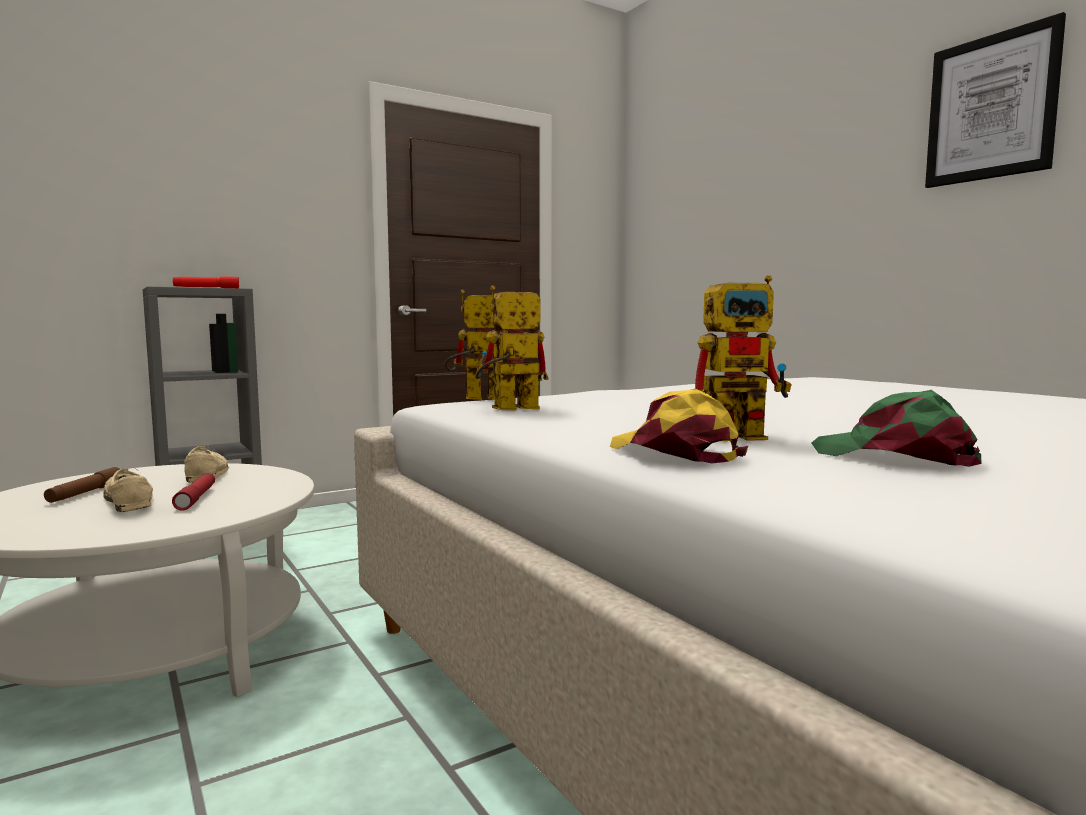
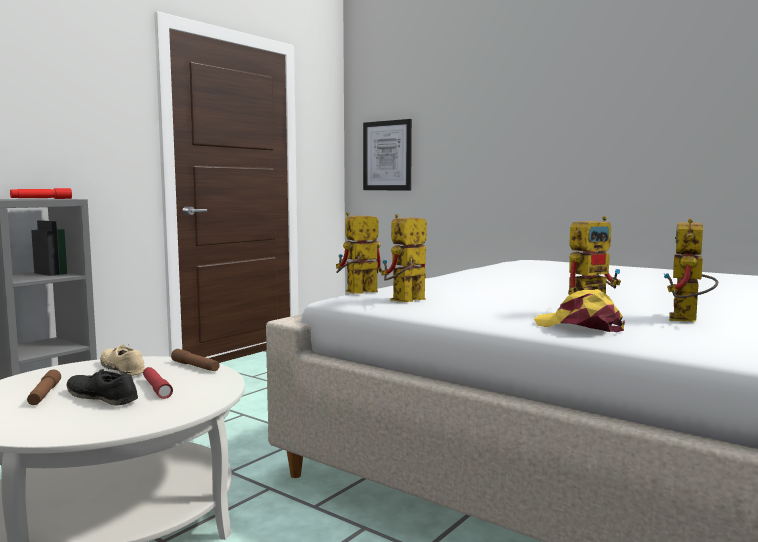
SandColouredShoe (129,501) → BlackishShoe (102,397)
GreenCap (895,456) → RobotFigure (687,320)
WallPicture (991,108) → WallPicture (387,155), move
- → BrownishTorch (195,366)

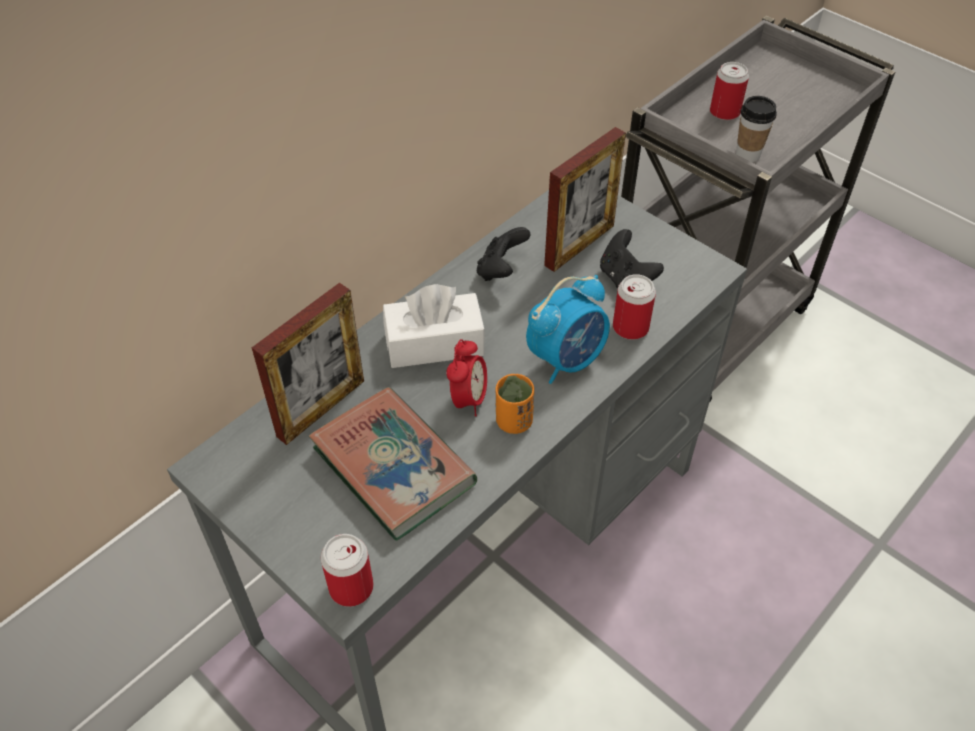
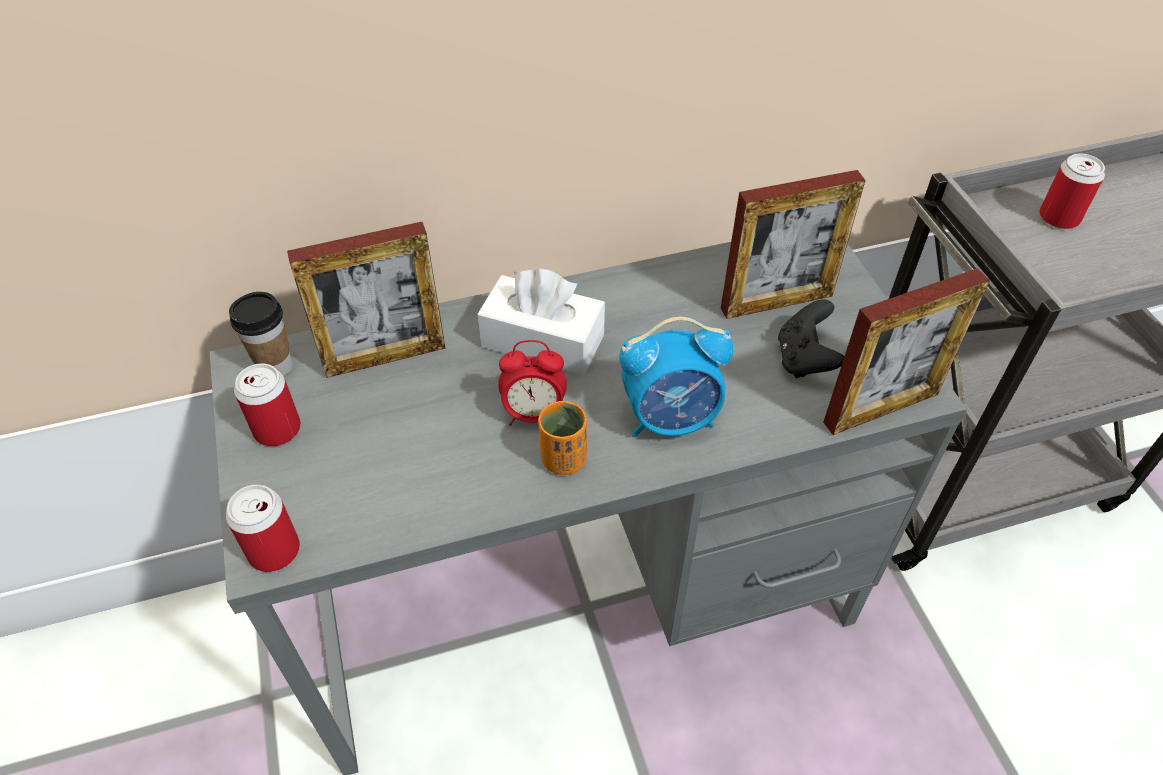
Volume (393,467) → -
AlarmClock (468,399) → AlarmClock (533,414), 45 degrees clockwise
BlackishJoypad (501,270) → -
Can (630,327) → Can (277,429), move
Cup (747,155) → Cup (275,366), move
- → PhotoFrame (881,408)

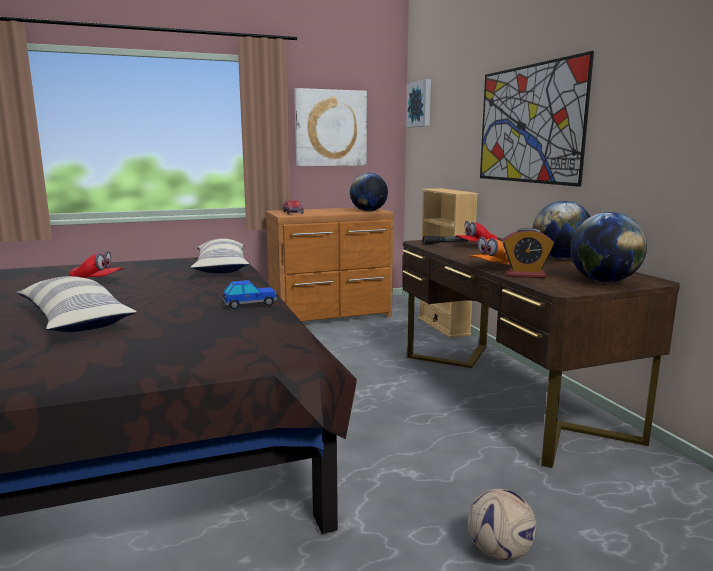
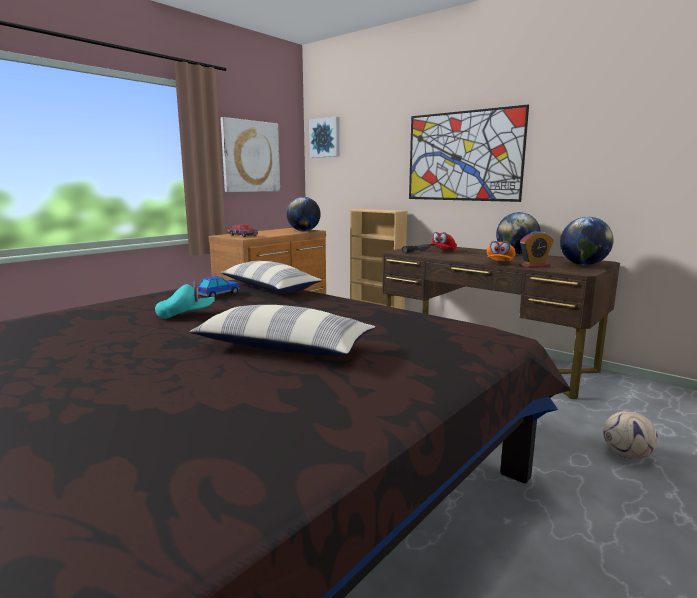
RedColouredCap (97,281) → TurquoiseCap (186,315)
MiniatureCar (249,304) → MiniatureCar (219,295), move

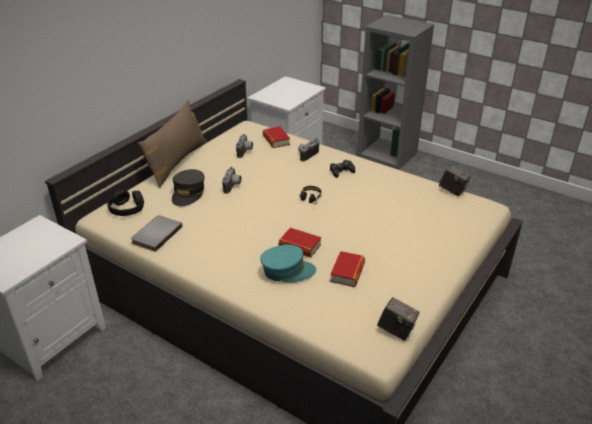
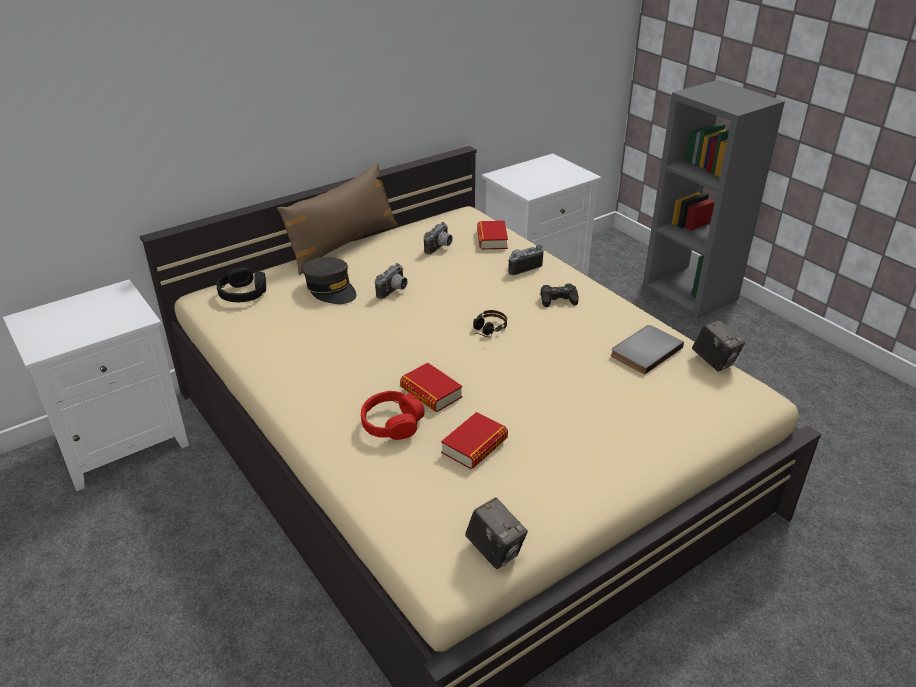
GreyishVolume (155,234) → GreyishVolume (644,350), move
GreyishCap (188,193) → GreyishCap (331,289), 75 degrees counterclockwise
TurquoiseCap (287,271) → RedColouredPairOfHeadphones (392,423)

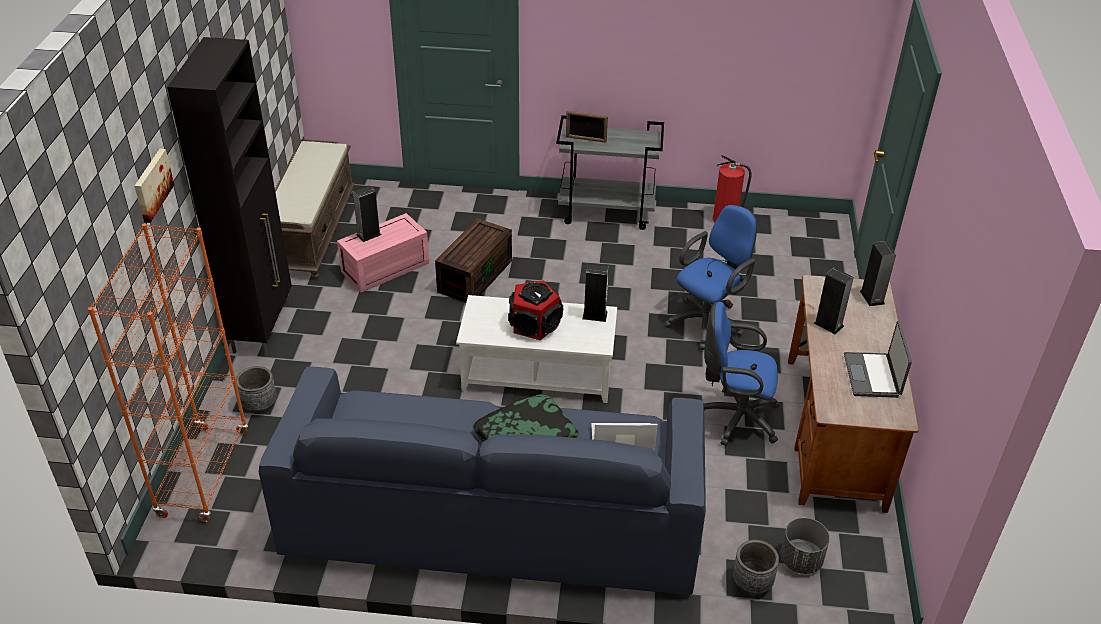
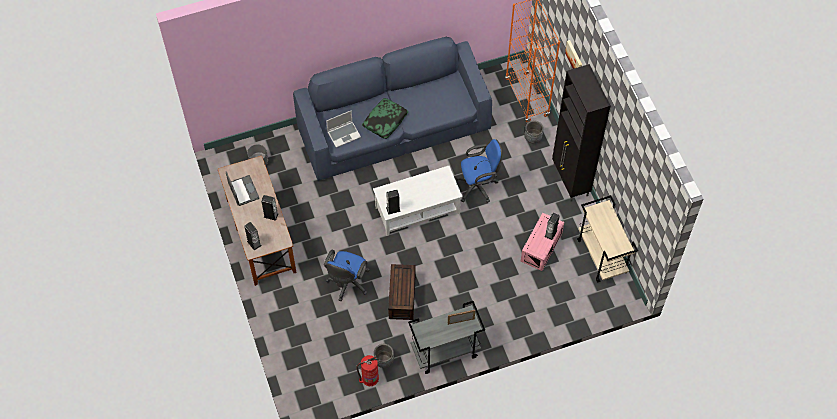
BrownishLongSeat (312,231) → SandColouredTrolley (602,256)
BrownishStorageBin (474,275) → BrownishStorageBin (403,298), move
AudioSpeaker (534,324) → -
BlueComputerChair (734,418) → BlueComputerChair (478,186), move
GreyishPlantPot (751,583) → GreyishPlantPot (384,360), move

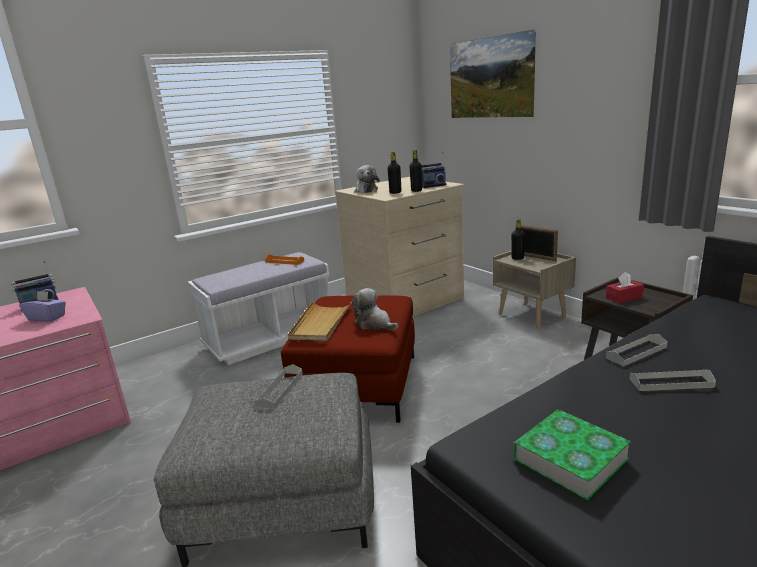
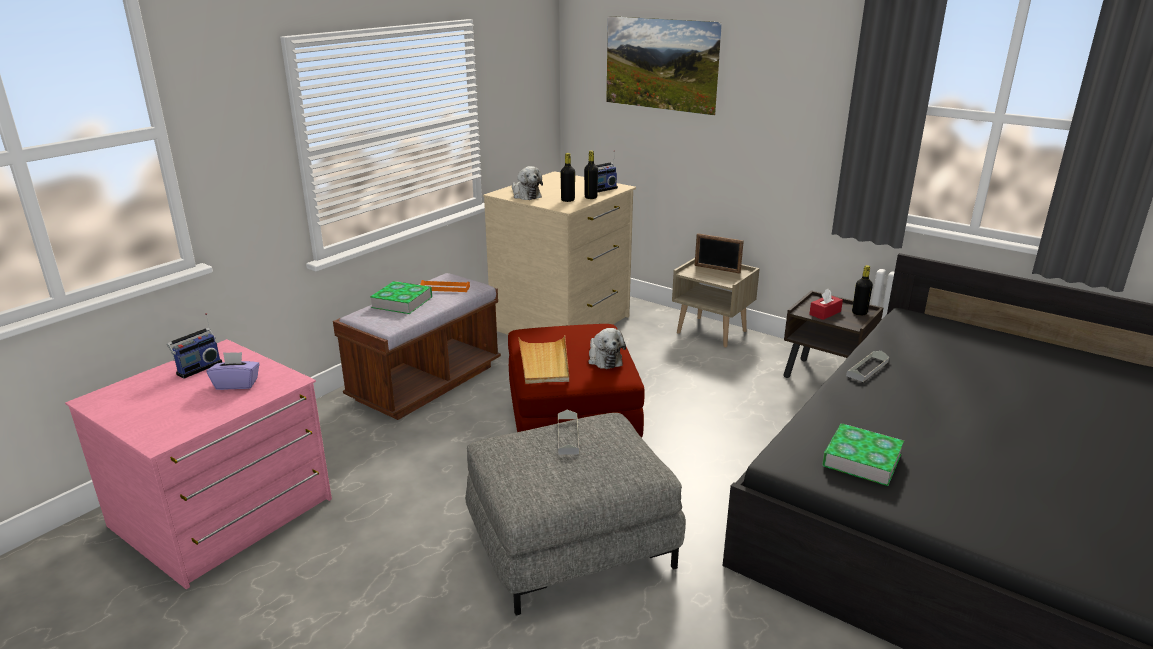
WhiteLongSeat (269,338) → BrownishLongSeat (426,383)
SoftToy (374,324) → SoftToy (604,359), 135 degrees counterclockwise
BlackishBeverageBottle (517,258) → BlackishBeverageBottle (859,313), move
GreyishCarryingTray (671,383) → -
- → Volume (402,302)

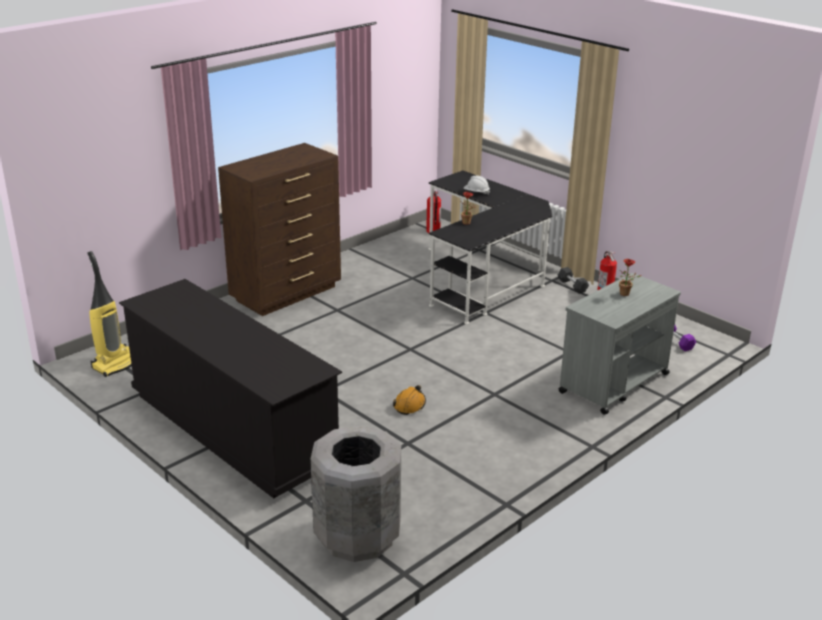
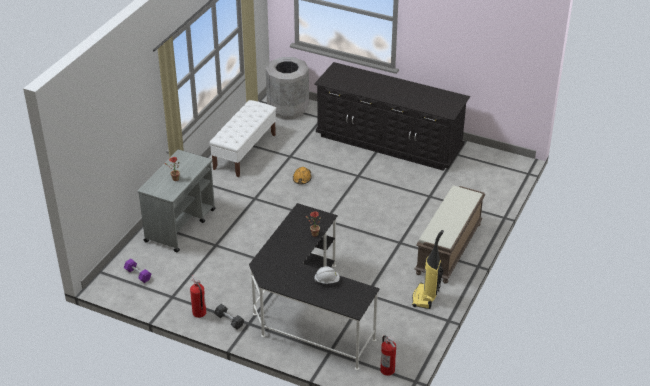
Hoover (116,364) → Hoover (425,298), move
BrownishDresser (287,294) → BrownishLongSeat (449,249)
- → WhiteLongSeat (245,151)

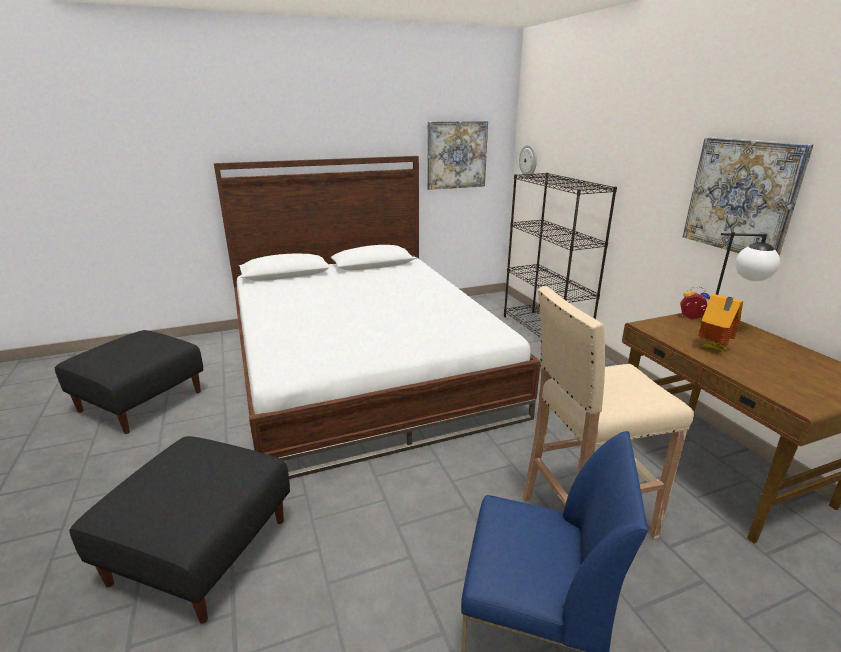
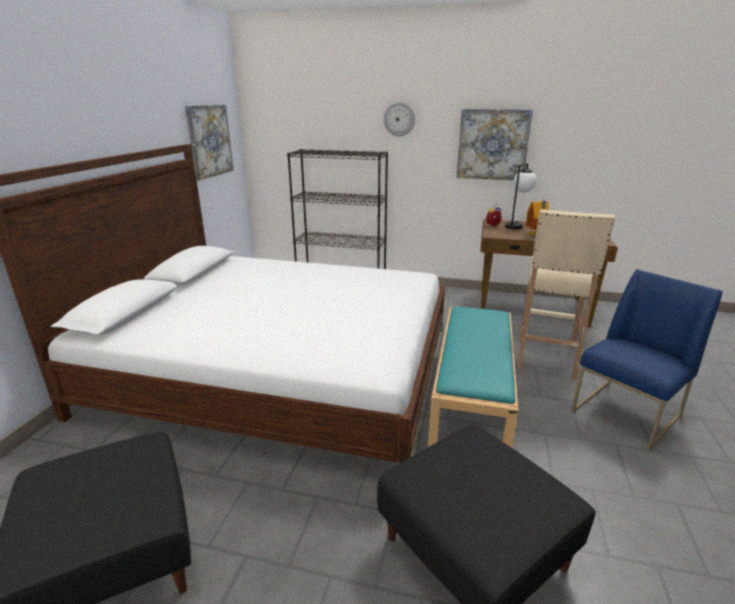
WallClock (528,160) → WallClock (399,119), move
- → TurquoiseLongSeat (471,396)

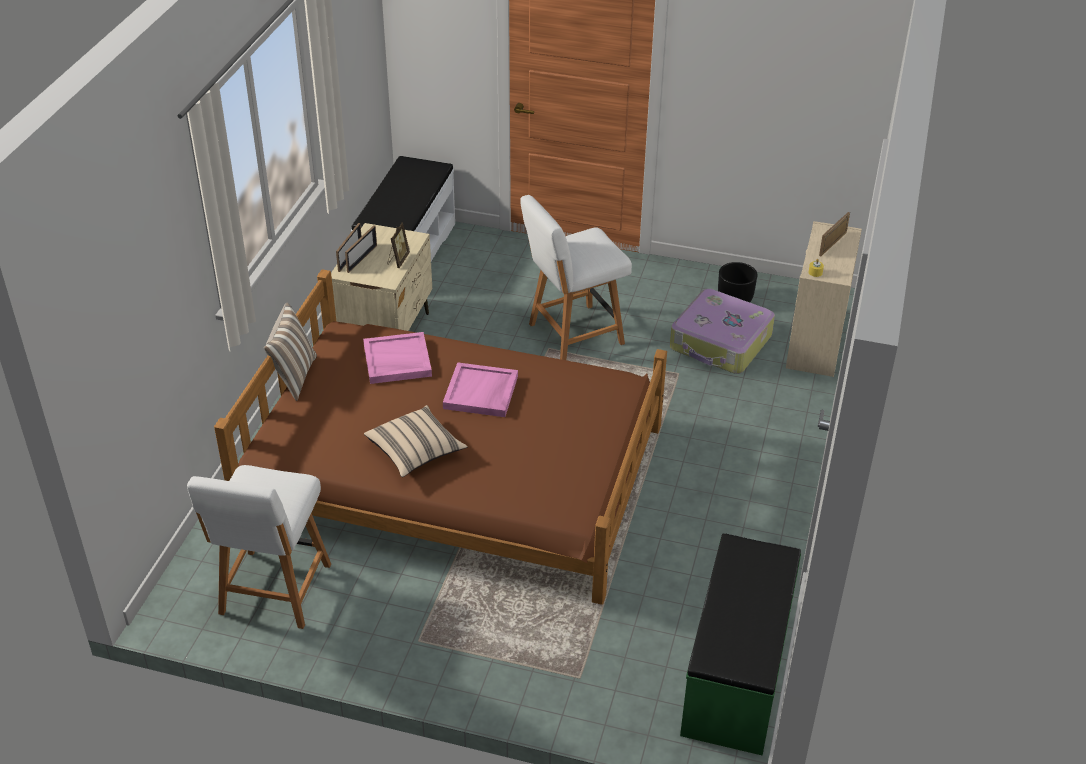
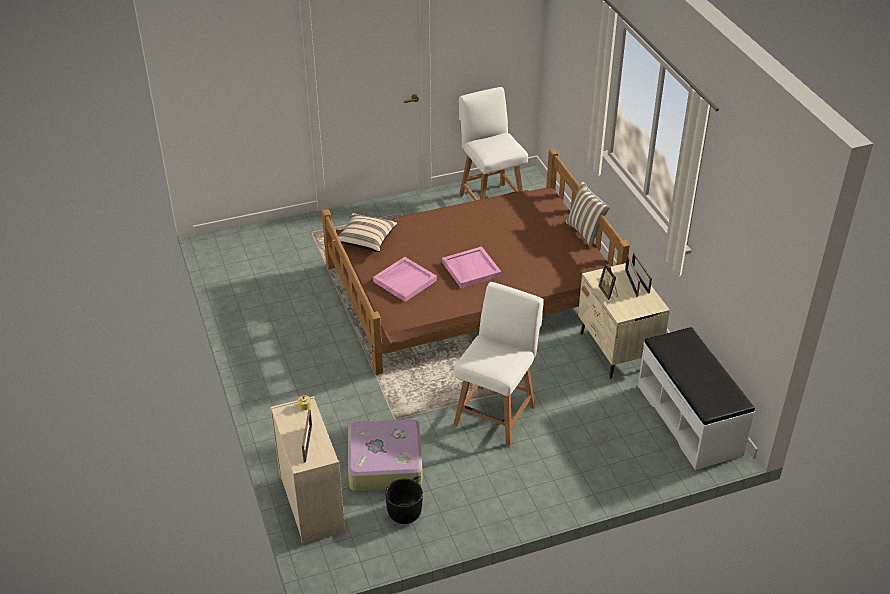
PinkColouredCarryingTray (396,361) → PinkColouredCarryingTray (405,280), move
SandColouredCushion (415,452) → SandColouredCushion (366,240), move
GreenLongSeat (738,672) → -

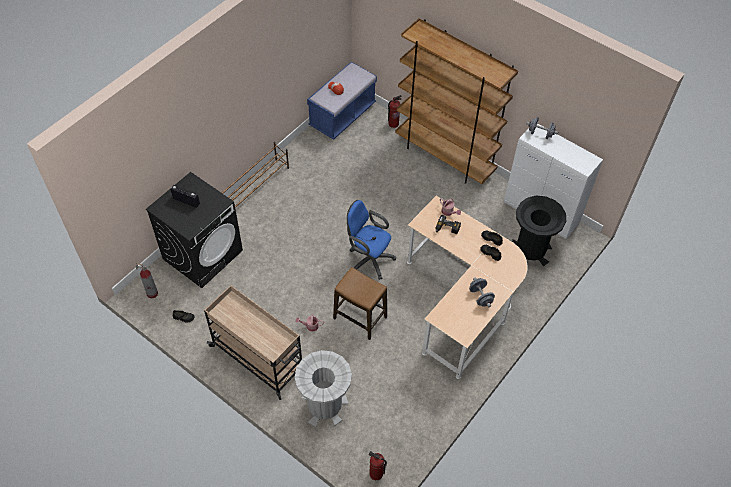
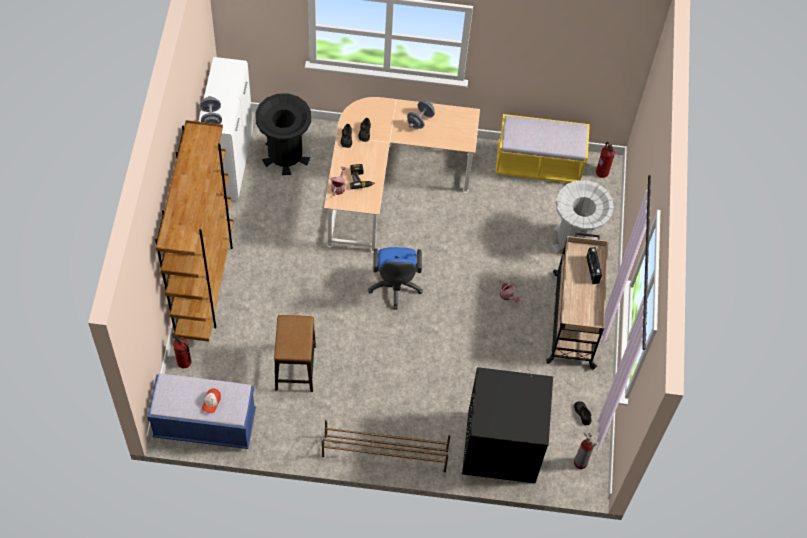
RadioReceiver (186,201) → RadioReceiver (592,270), move
SittingStool (360,318) → SittingStool (295,367), move
- → YellowishLongSeat (538,164)

